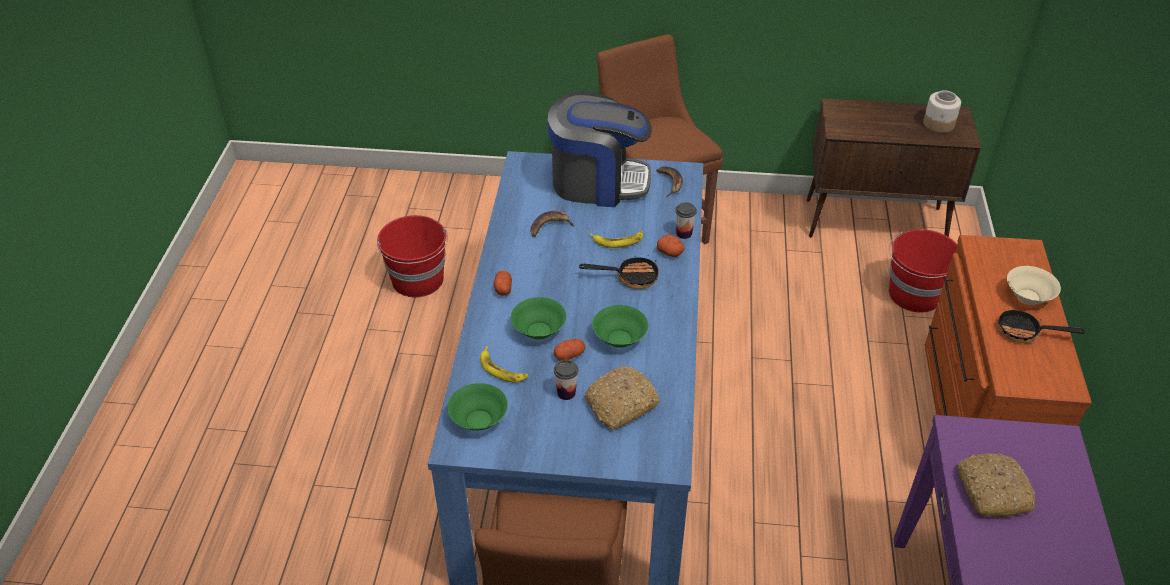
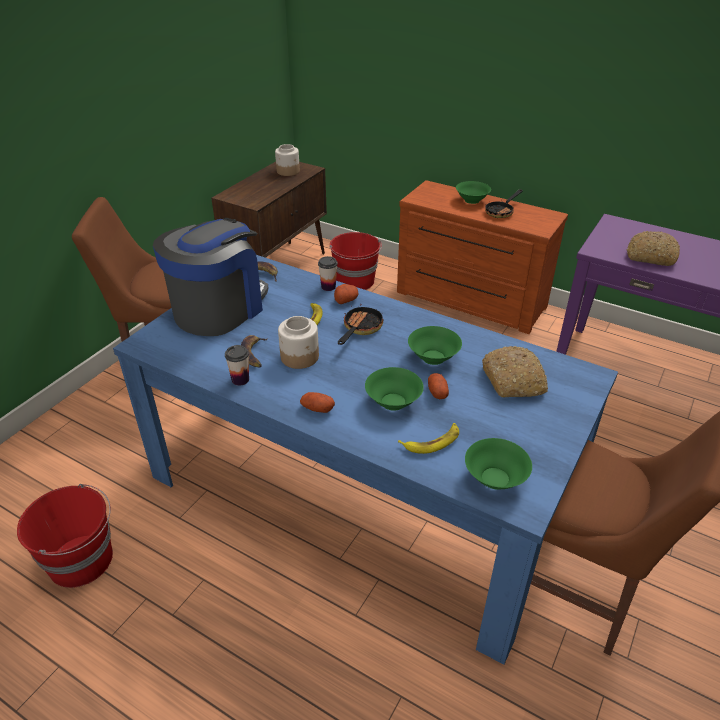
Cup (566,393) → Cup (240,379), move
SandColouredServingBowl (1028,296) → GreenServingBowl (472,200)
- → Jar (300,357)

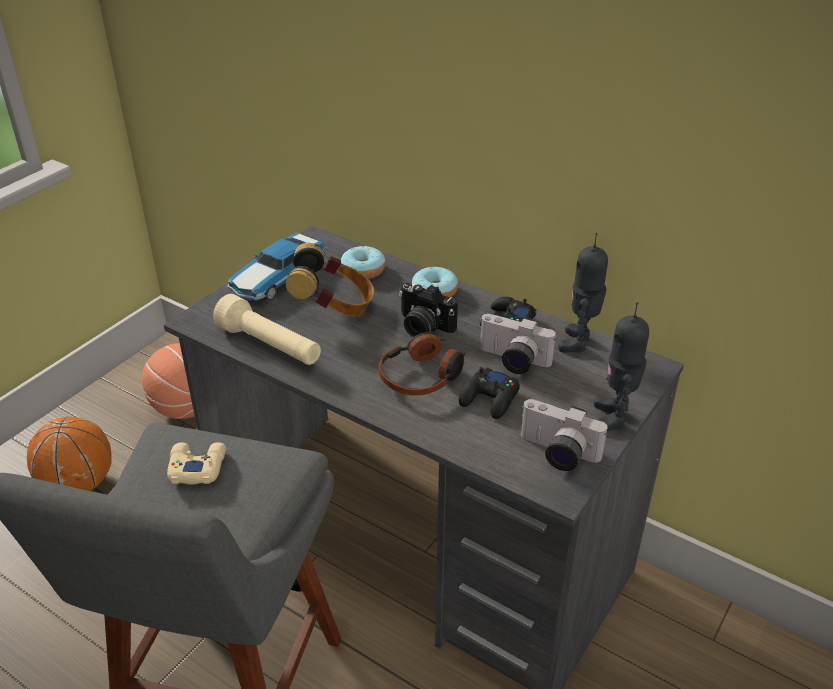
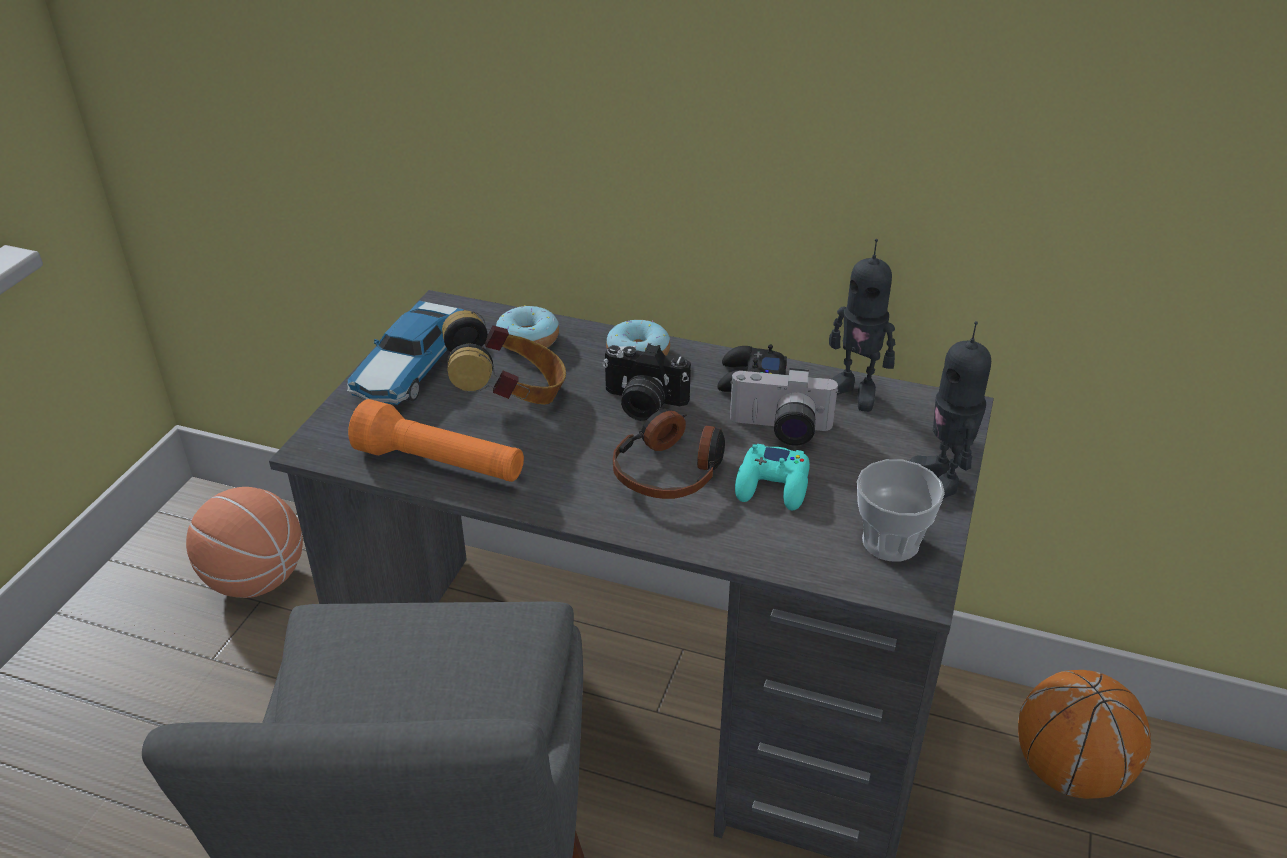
BallForBasketball (78,484) → BallForBasketball (1068,771), move
SandColouredJoypad (197,467) → -
SandColouredTorch (270,346) → OrangeTorch (440,465)
BlackishJoypad (489,399) → TurquoiseJoypad (773,485)
PhotoCamera (556,454) → Cup (890,542)
RobotFigure (579,343) → RobotFigure (854,392), 60 degrees counterclockwise

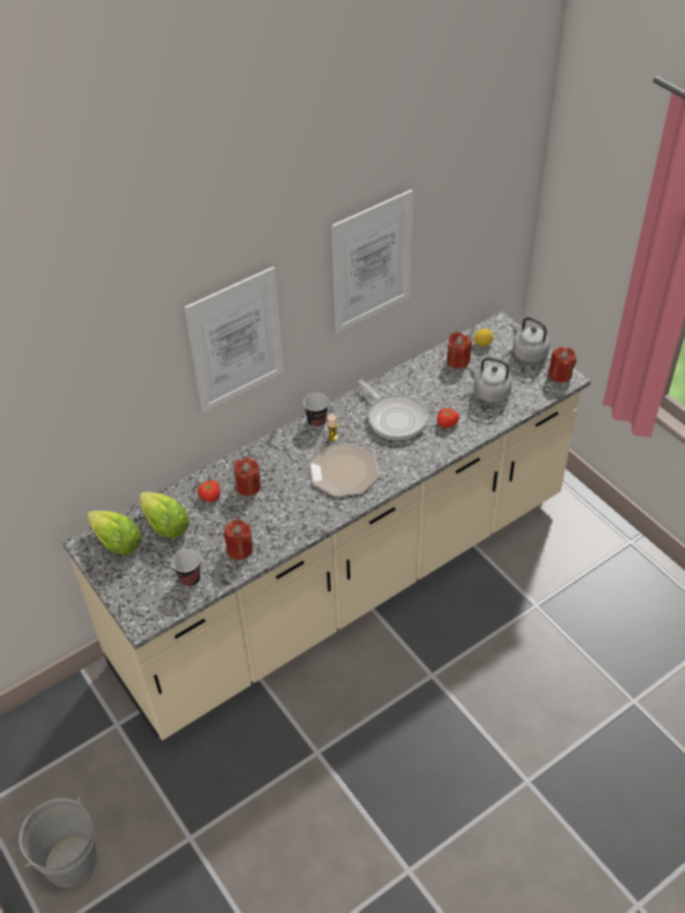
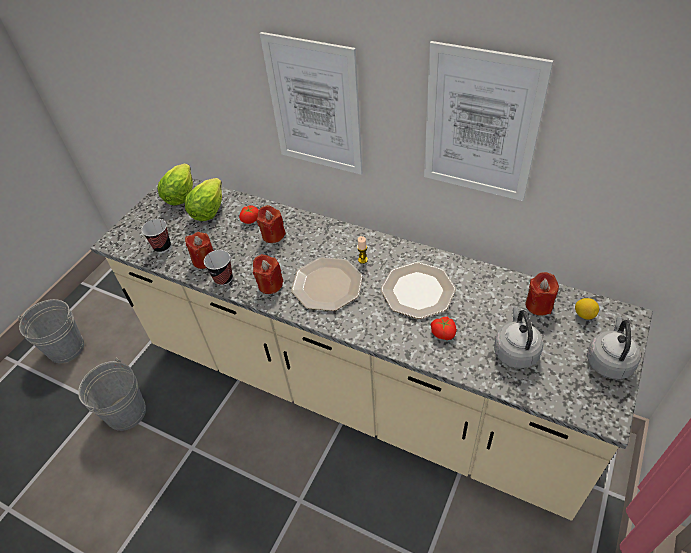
Cup (317,421) → Cup (223,279), move
Skillet (394,418) → FlatDish (418,291)
RedColouredWaxLight (560,374) → RedColouredWaxLight (270,284), move
- → GreyishWaterBucket (126,412)

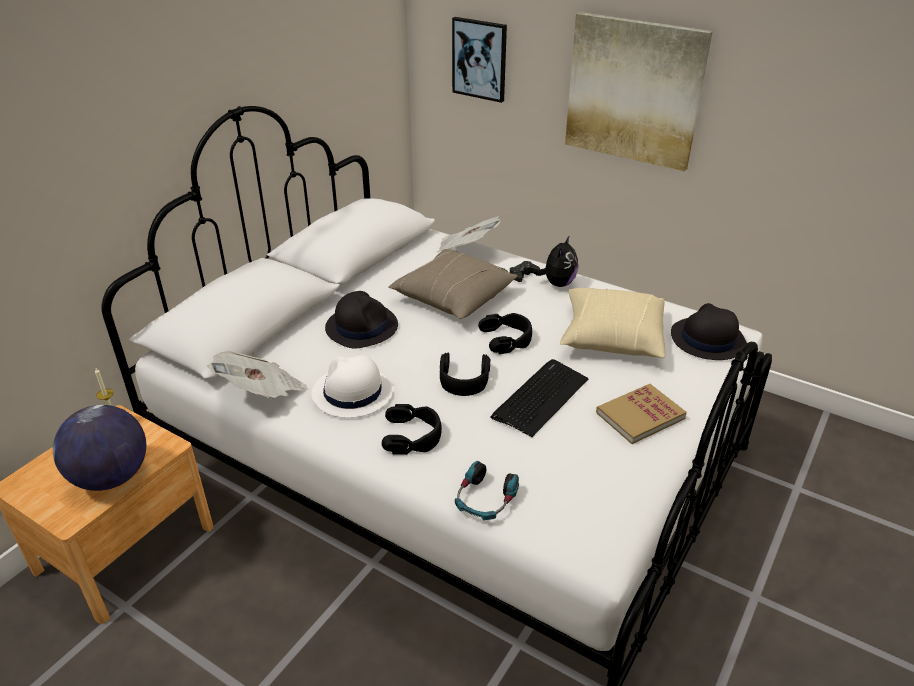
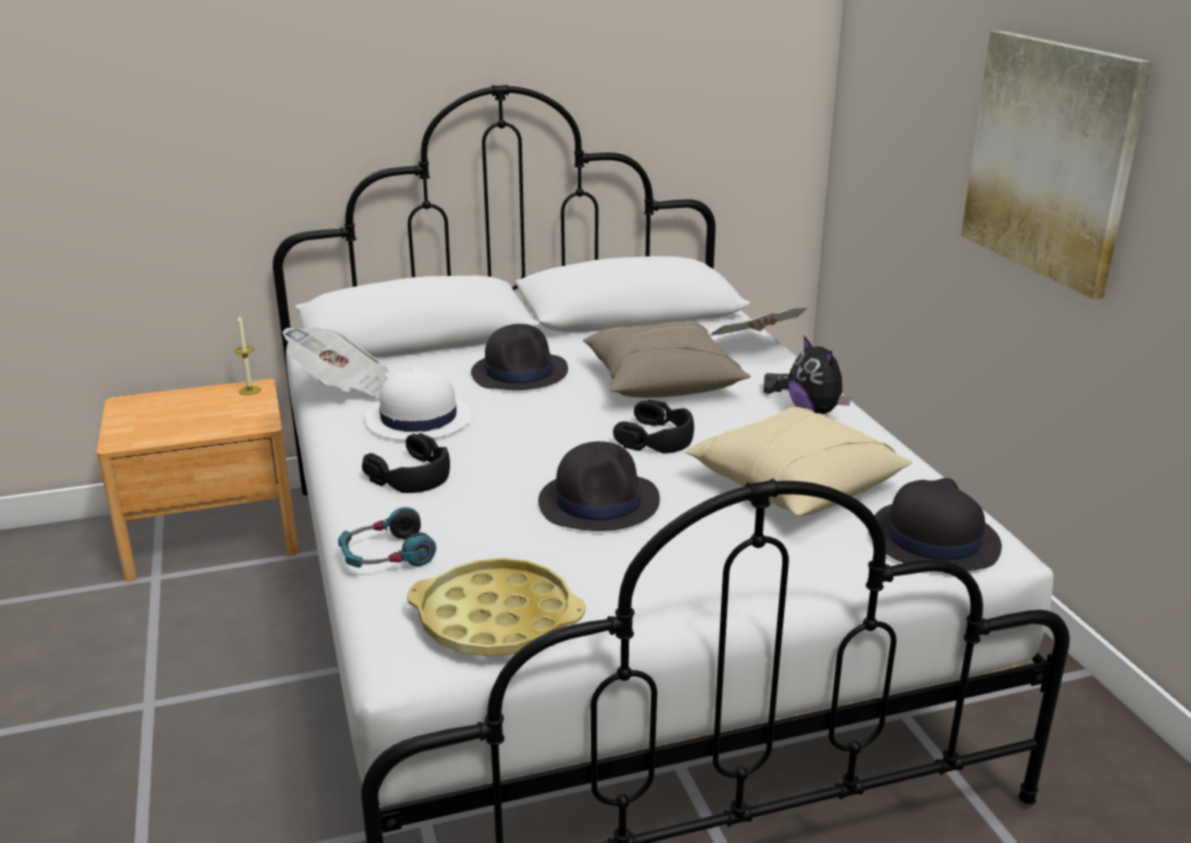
DeskGlobe (111,477) → -
BlackishPairOfHeadphones (464,379) → -
WallPicture (480,59) → -
ComputerKeyboard (540,398) → BlackishClothingHat (599,502)
SoftToy (557,283) → SoftToy (816,412), 90 degrees clockwise
Volume (640,415) → -
- → YellowishCarryingTray (496,619)

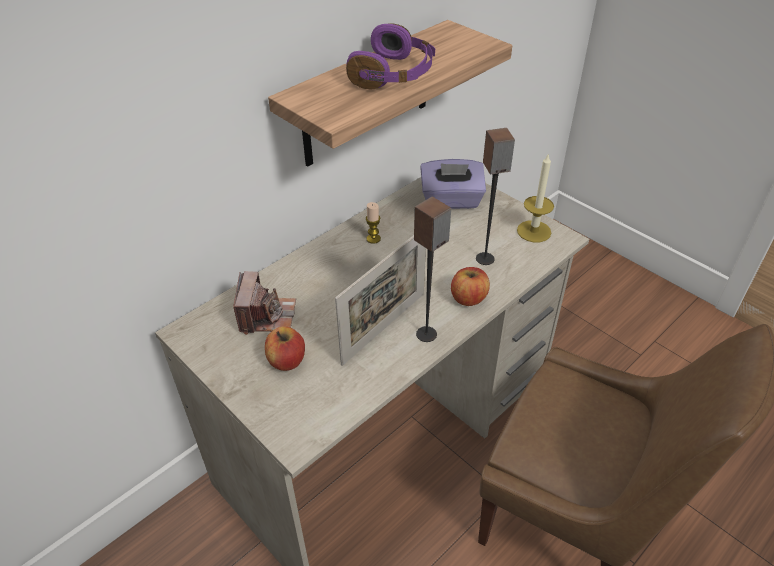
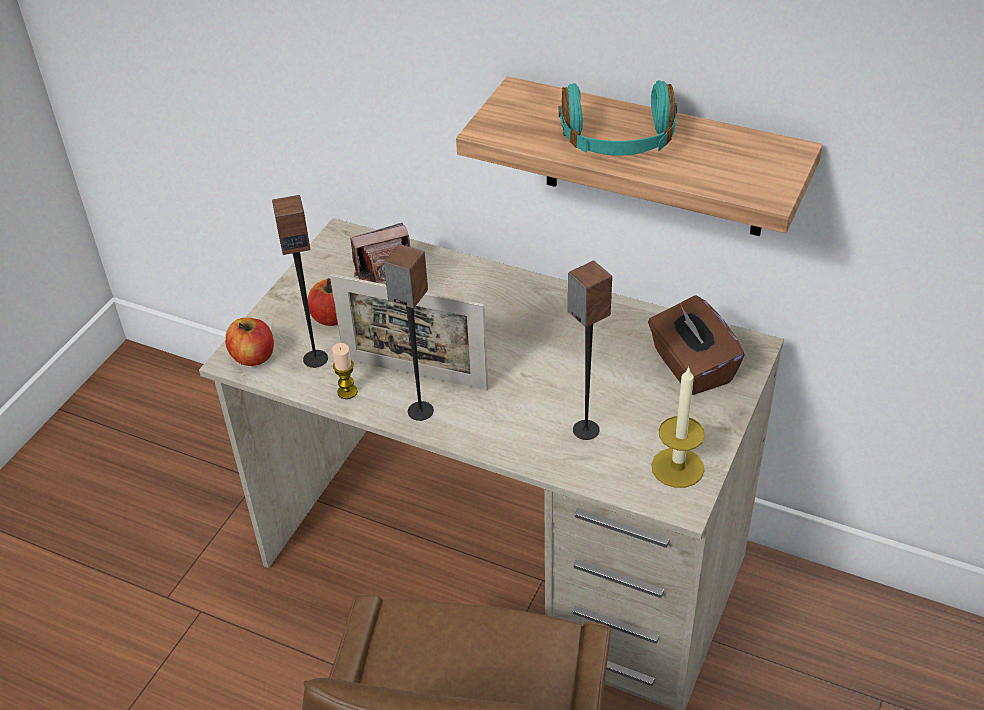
PurpleColouredPairOfHeadphones (394,75) → TurquoisePairOfHeadphones (618,141)
WaxLight (373,239) → WaxLight (347,392), move
PurpleColouredTissueHolder (451,201) → BrownishTissueHolder (691,367)
WholeApple (468,298) → WholeApple (253,357), move
- → AudioSpeaker (315,358)

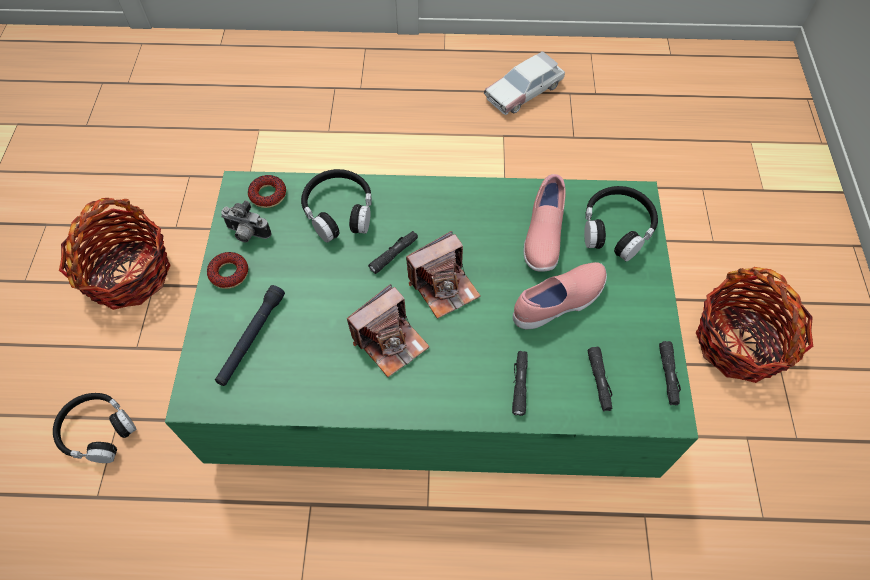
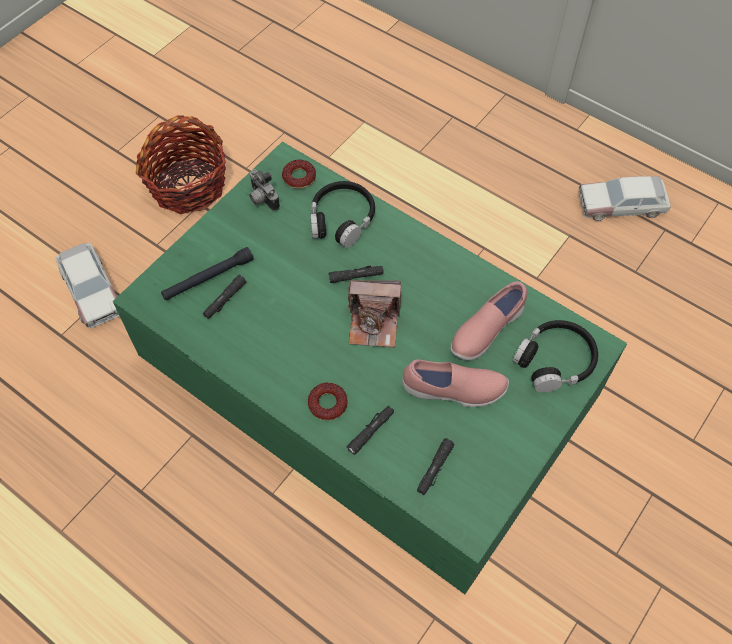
BlackishPairOfHeadphones (98,431) → MiniatureCar (91,290)
Donut (229,273) → Donut (327,404), move
PhotoCamera (390,341) → -
BlackishTorch (668,375) → BlackishTorch (225,300), move
HouseholdBasket (740,342) → -

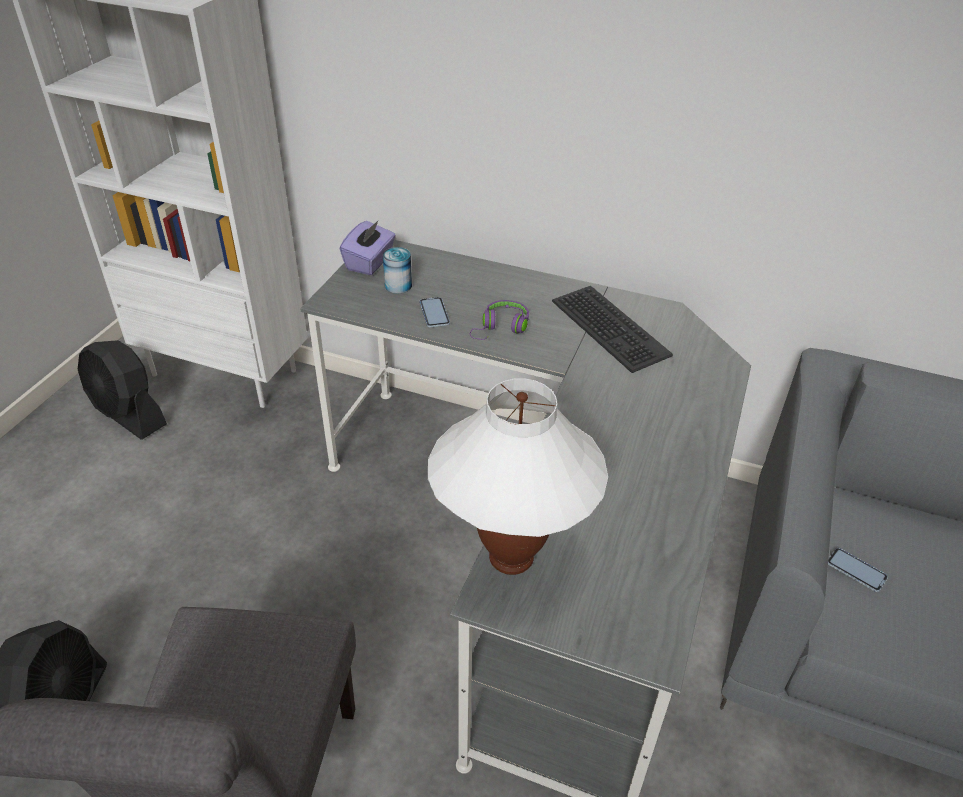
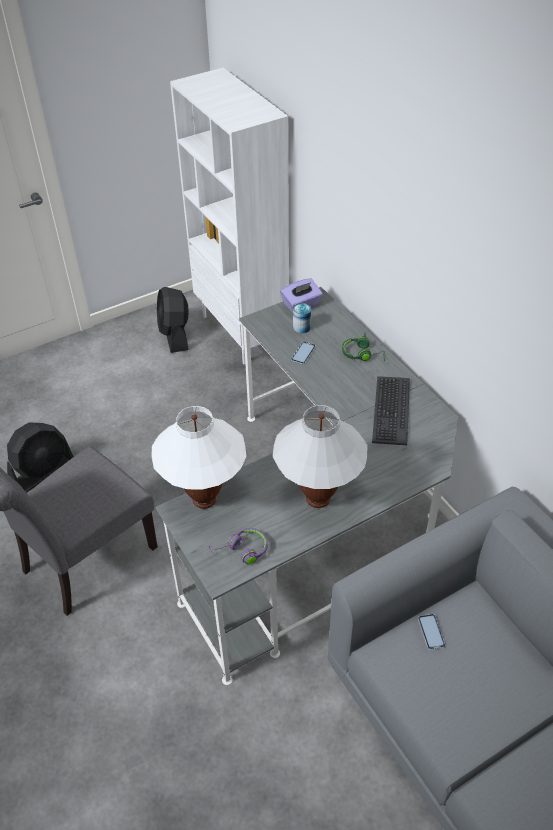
PurpleColouredPairOfHeadphones (501,328) → PurpleColouredPairOfHeadphones (241,551), move
- → WhiteTabletopLamp (318,499)
- → GreenPairOfHeadphones (362,354)

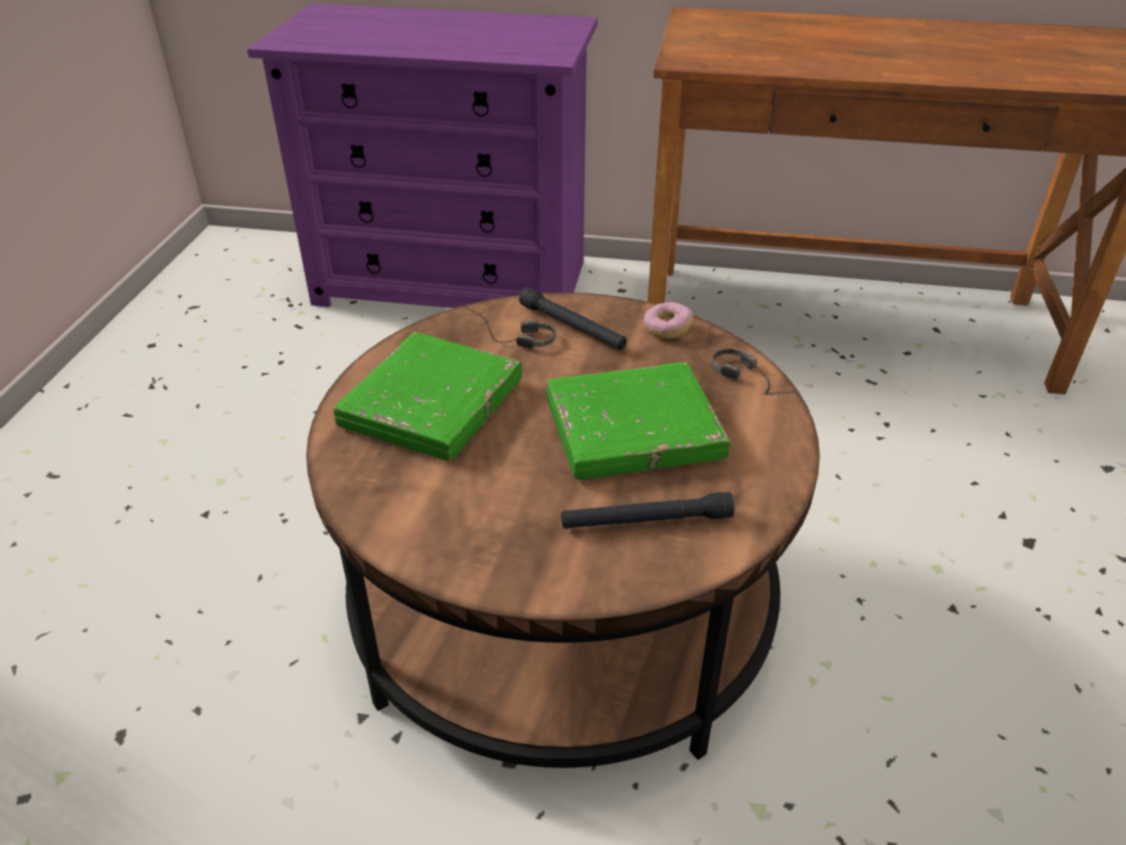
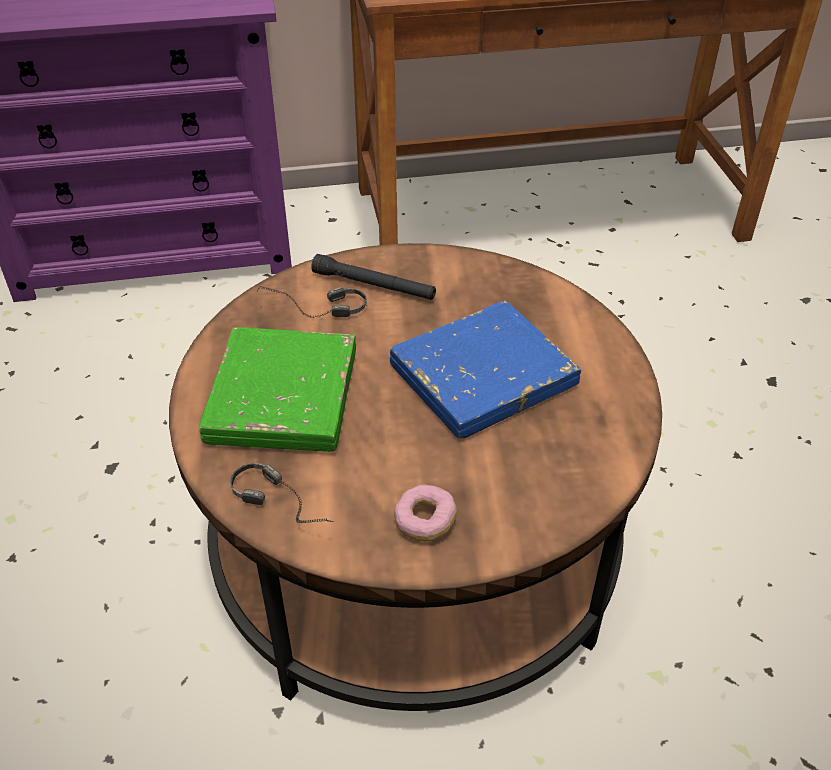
GreenVolume (633,429) → BlueVolume (482,376)
BlackishTorch (646,521) → -
Donut (667,330) → Donut (425,521), move
PairOfHeadphones (758,384) → PairOfHeadphones (288,503), move

